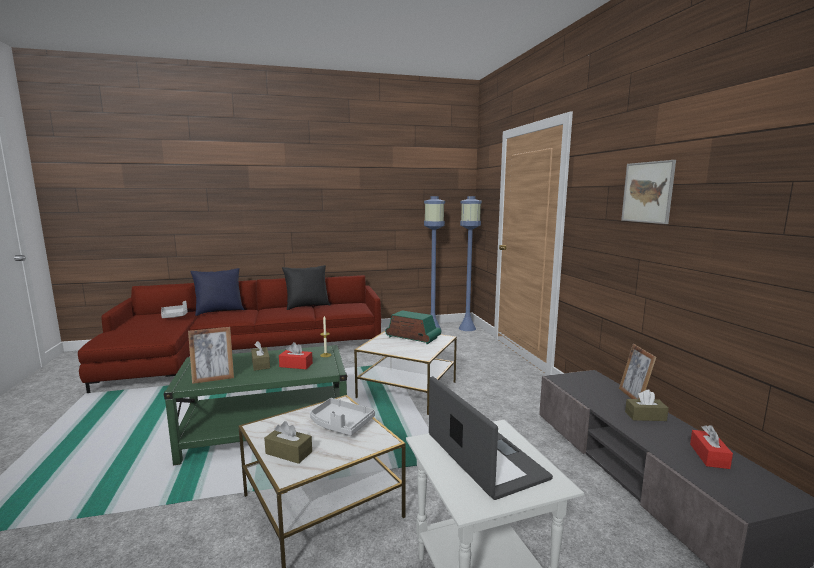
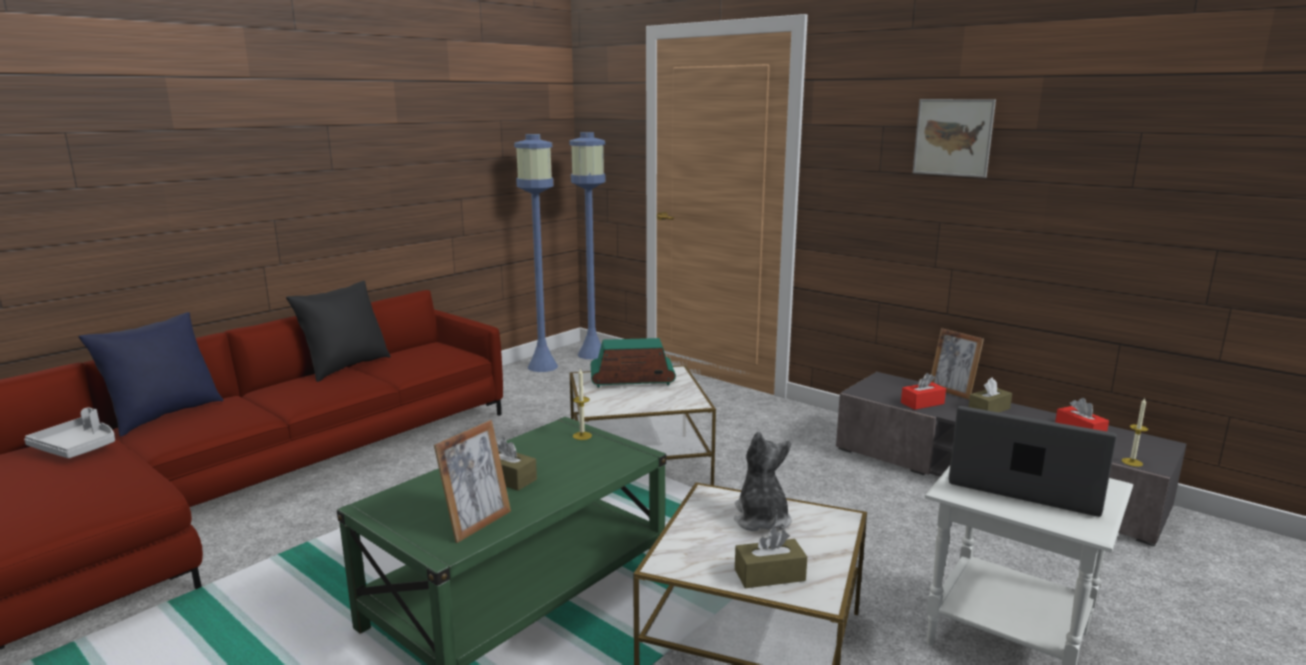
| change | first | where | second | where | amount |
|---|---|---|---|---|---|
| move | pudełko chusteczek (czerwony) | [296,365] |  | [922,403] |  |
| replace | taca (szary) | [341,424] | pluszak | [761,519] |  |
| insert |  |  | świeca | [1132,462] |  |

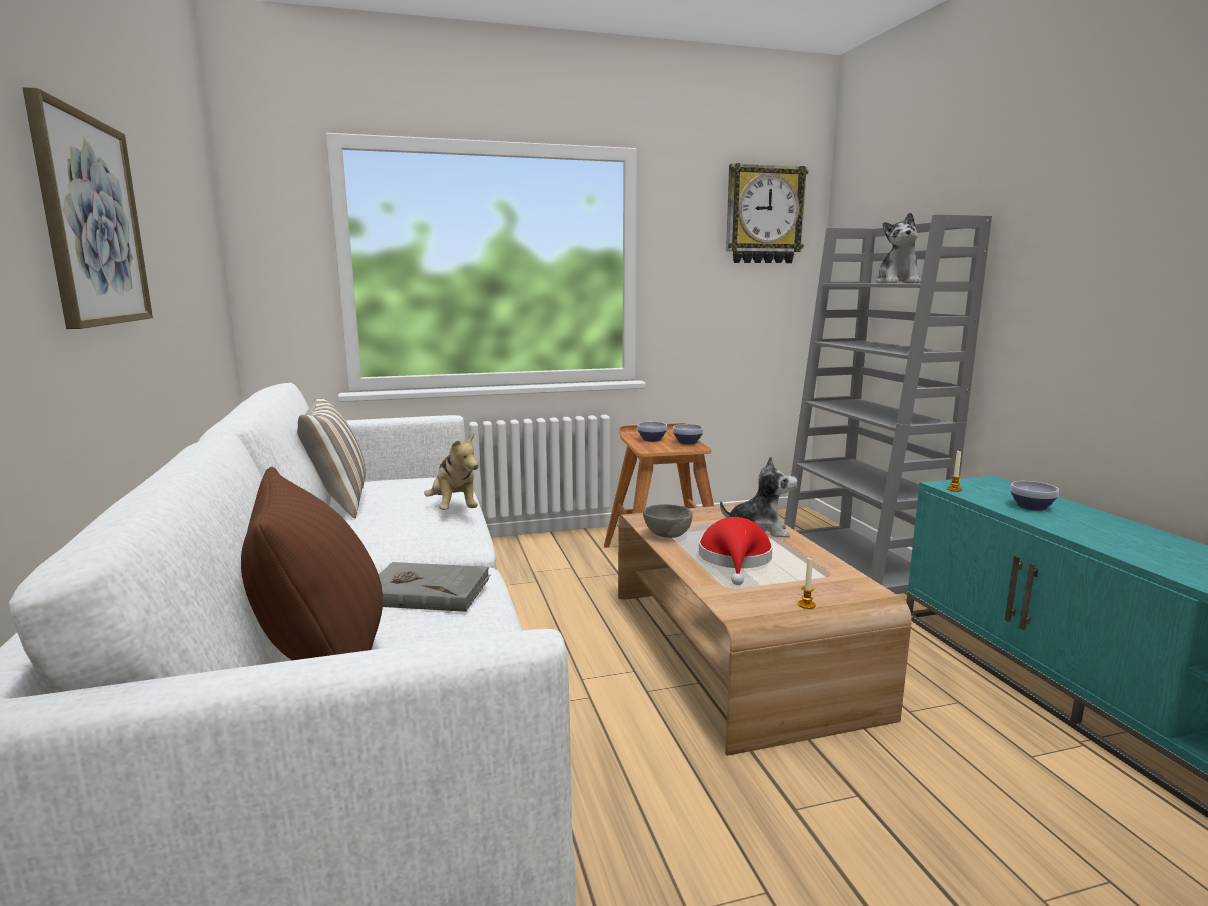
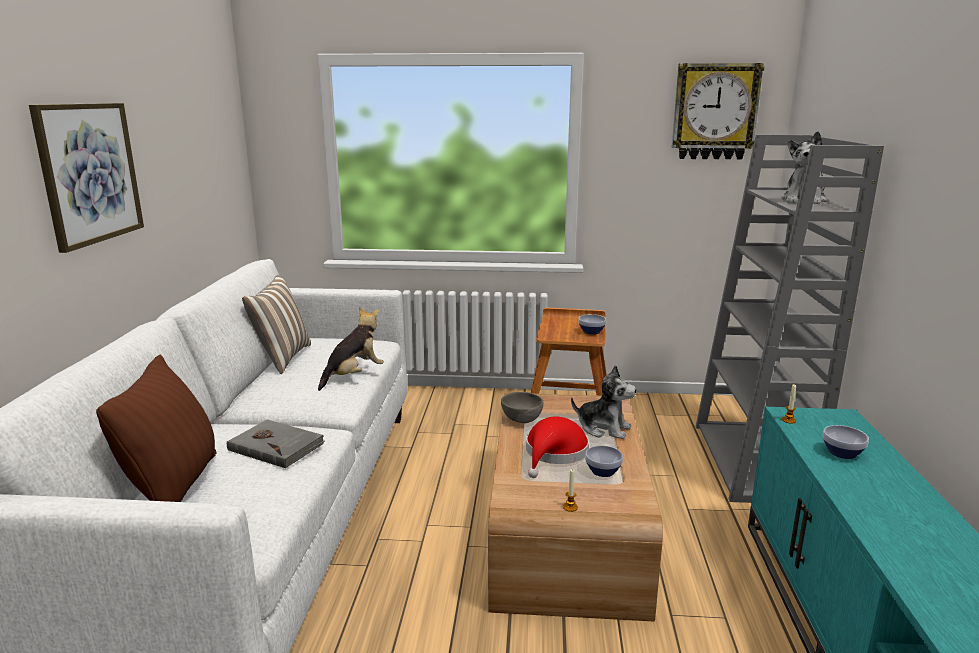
| change | first | where | second | where | amount |
|---|---|---|---|---|---|
| rotate | pluszak | [454,509] |  | [353,376] | 135 degrees counterclockwise |
| move | miska | [651,439] |  | [602,471] |  |

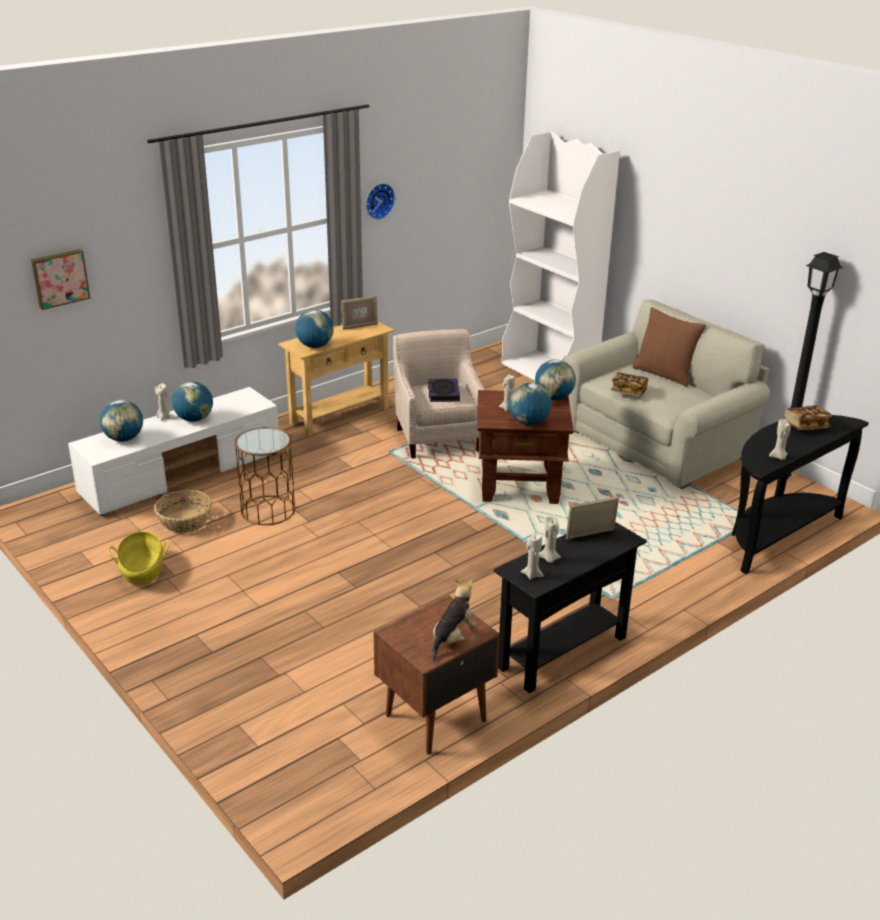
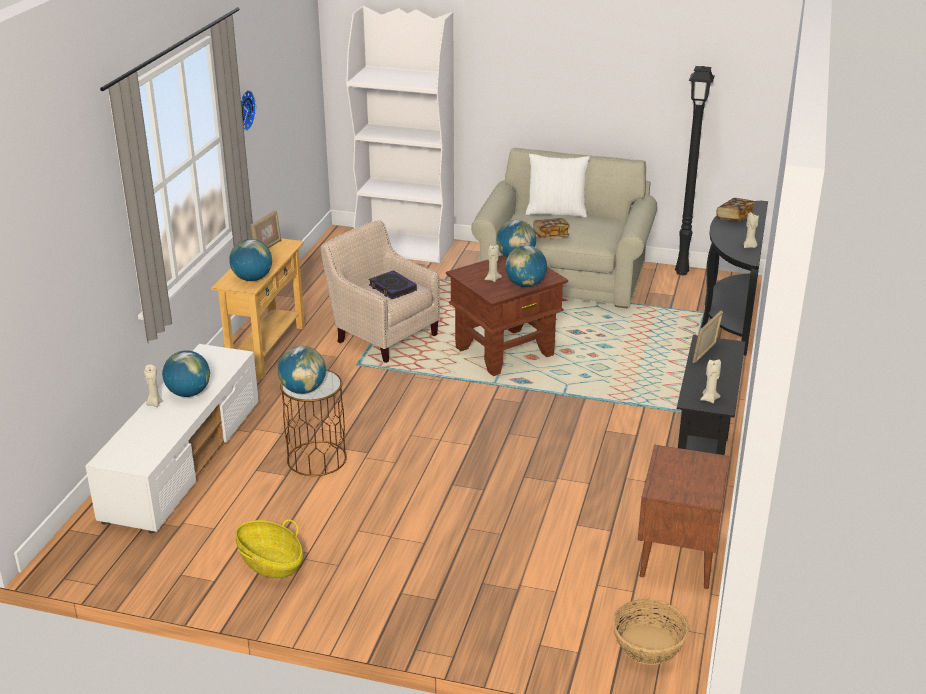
| change | first | where | second | where | amount |
|---|---|---|---|---|---|
| delete | obraz | [60,278] |  |  |  |
| move | globus | [124,438] |  | [303,390] |  |
| move | koszyk | [185,521] |  | [649,644] |  |
| delete | pluszak | [452,638] |  |  |  |
| delete | świeca (beżowy) | [549,559] |  |  |  |
| recolor | poduszka (brązowy) | [664,374] | poduszka (biały) | [556,212] |  |

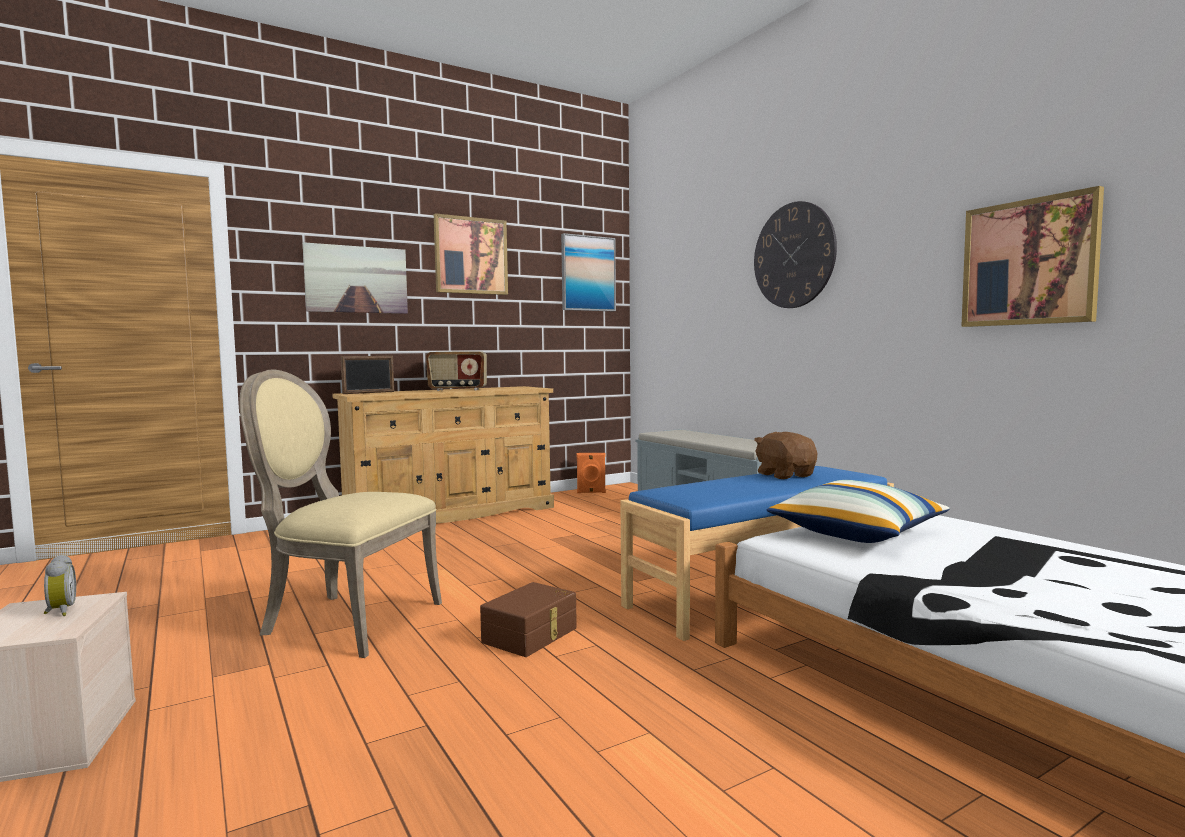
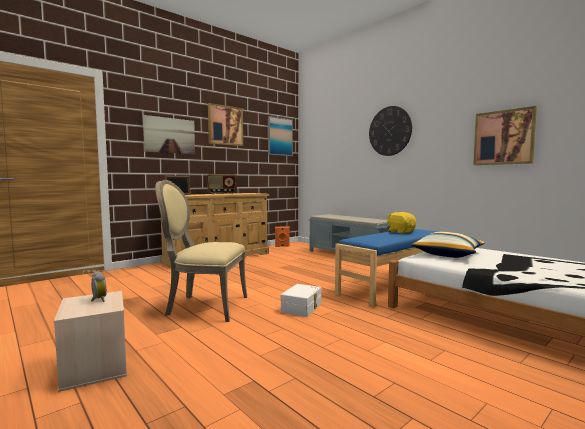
| change | first | where | second | where | amount |
|---|---|---|---|---|---|
| recolor | pojemnik do przechowywania (brązowy) | [531,635] | pojemnik do przechowywania (biały) | [302,308] |  |
| recolor | pluszak (brązowy) | [785,475] | pluszak (żółty) | [401,232] |  |

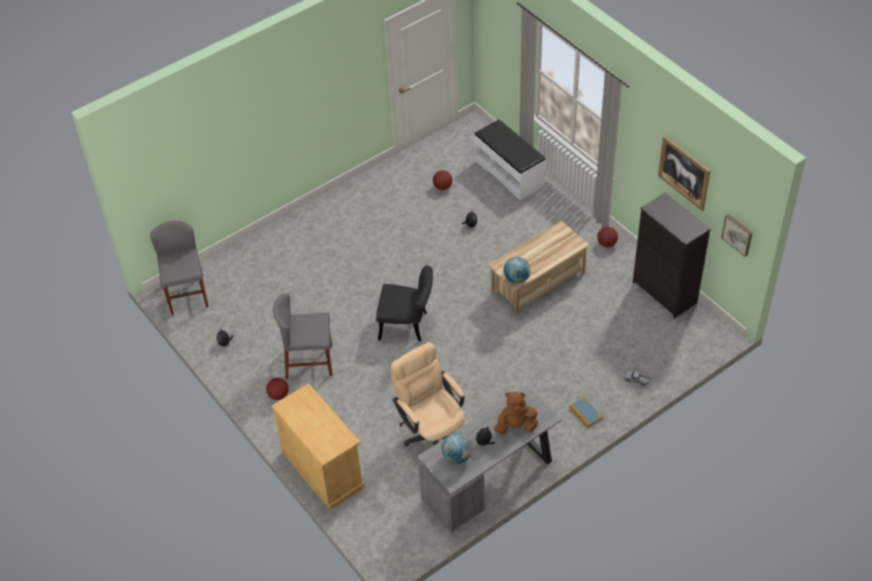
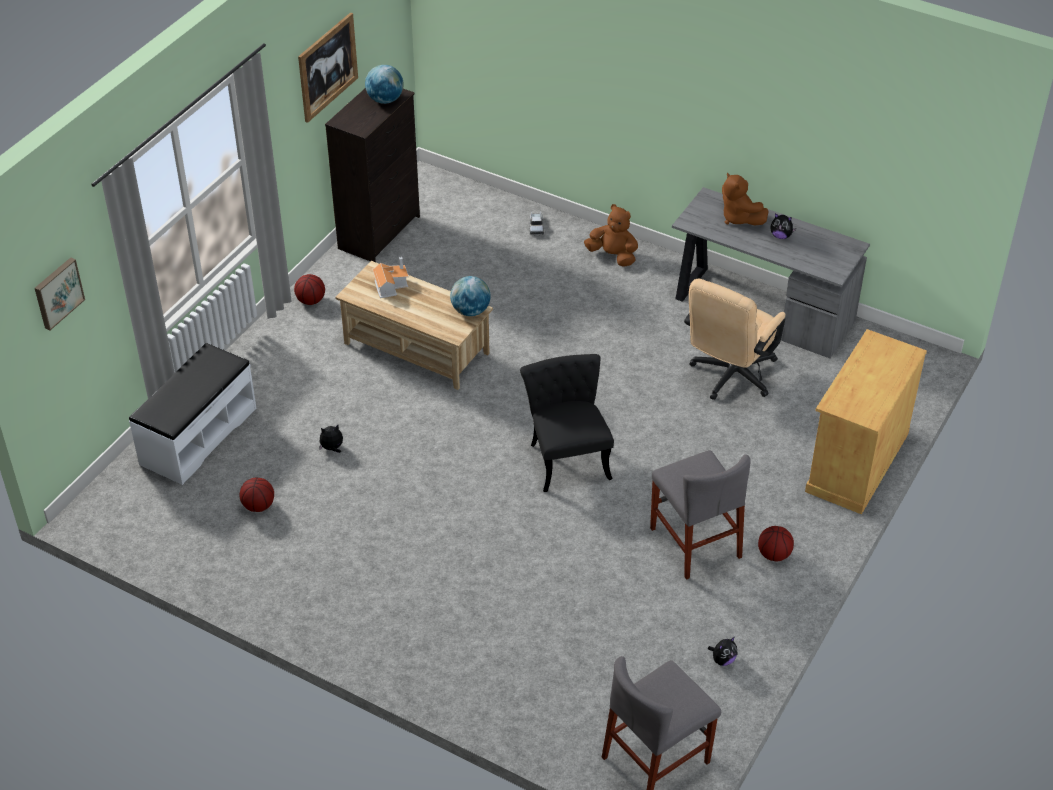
| change | first | where | second | where | amount |
|---|---|---|---|---|---|
| move | globus | [457,456] |  | [385,100] |  |
| replace | książka | [585,413] | pluszak (brązowy) | [613,256] |  |
| move | obraz | [738,234] |  | [57,292] |  |
| insert |  |  | domek | [390,285] |  |

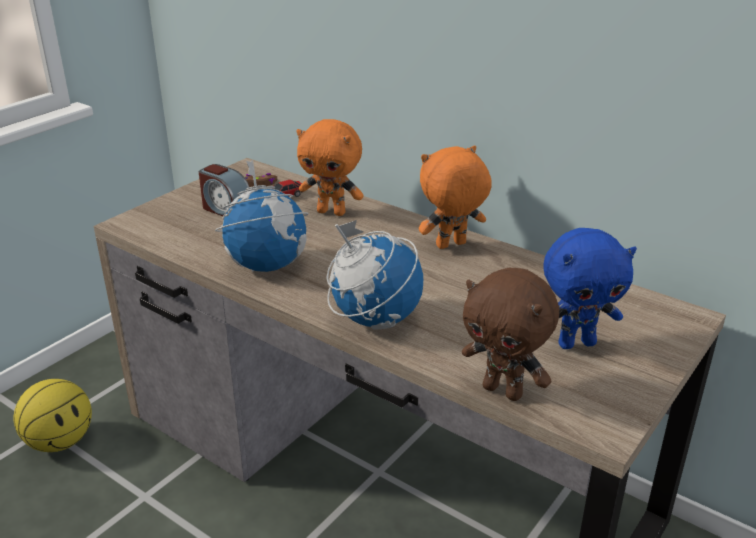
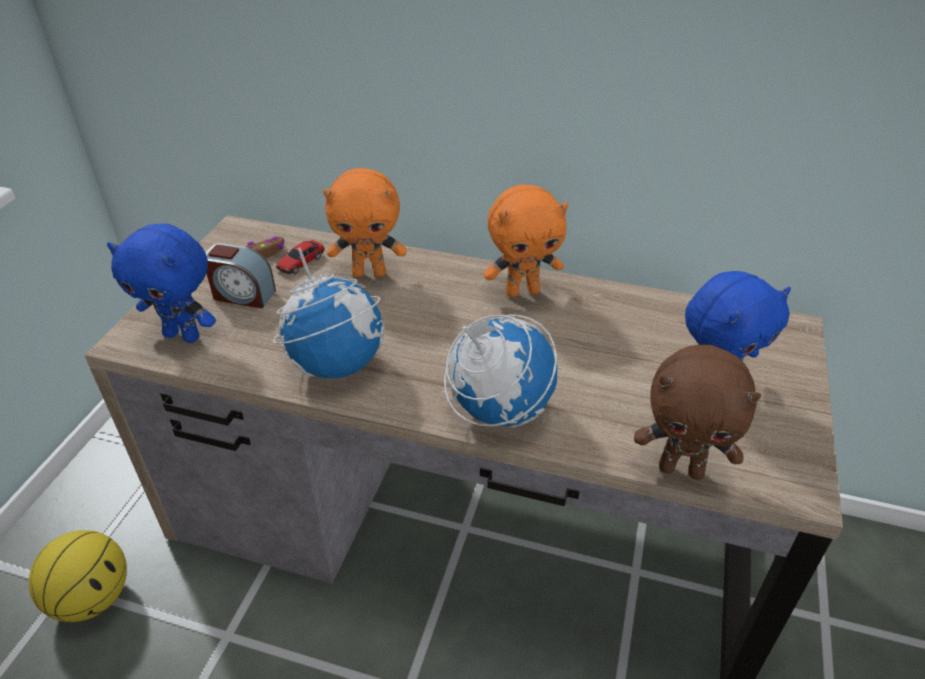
| change | first | where | second | where | amount |
|---|---|---|---|---|---|
| rotate | pluszak (pomarańczowy) | [451,246] |  | [522,291] | 150 degrees counterclockwise |
| insert |  |  | pluszak (niebieski) | [184,335] |  |

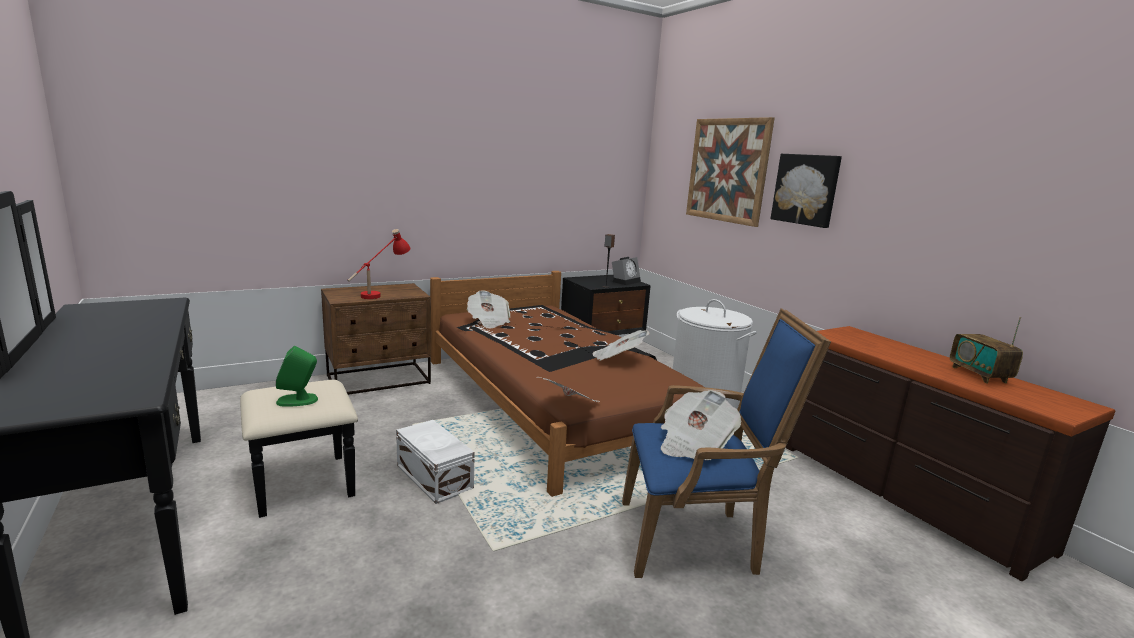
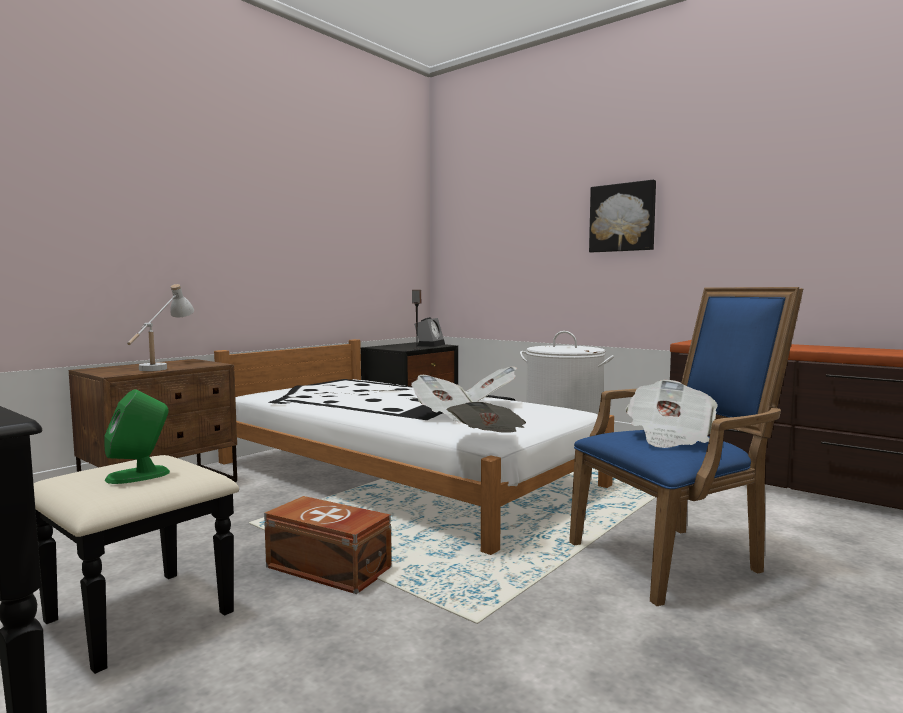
| change | first | where | second | where | amount |
|---|---|---|---|---|---|
| recolor | lampa stołowa (czerwony) | [380,294] | lampa stołowa (biały) | [162,367] |  |
| recolor | pojemnik do przechowywania (biały) | [433,478] | pojemnik do przechowywania (brązowy) | [328,569] |  |
| recolor | łóżko (brązowy) | [552,401] | łóżko (biały) | [402,474] |  |
| move | gazeta | [488,321] |  | [446,417] |  |
| delete | obraz | [727,170] |  |  |  |
| delete | radio | [979,375] |  |  |  |

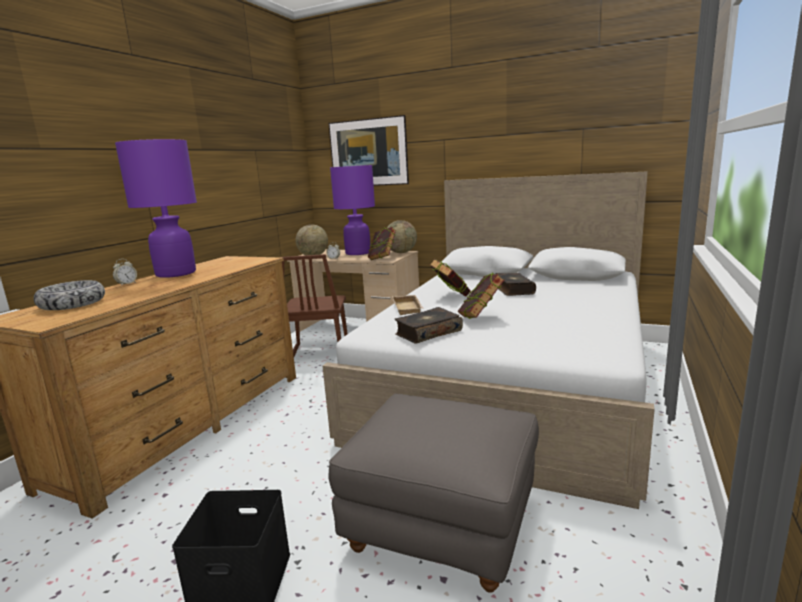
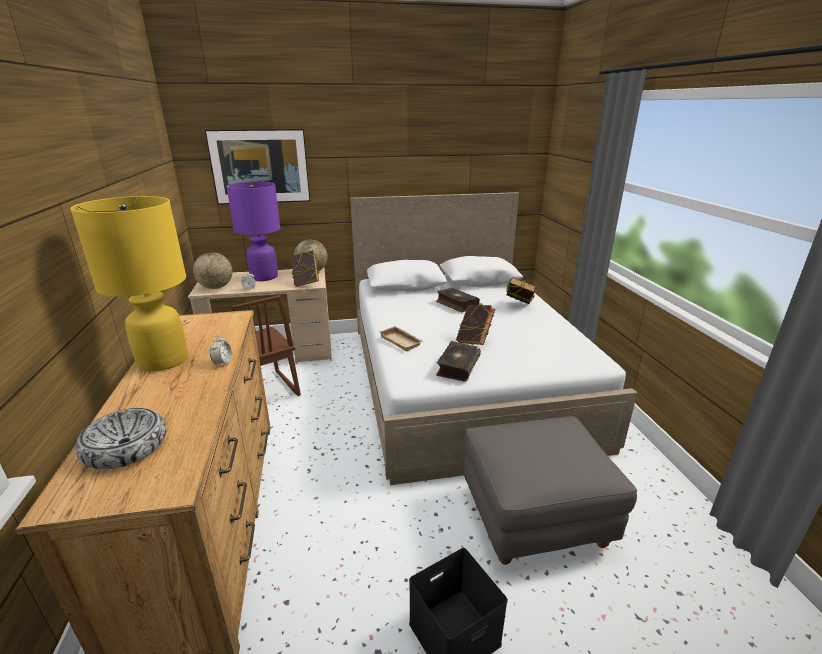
| change | first | where | second | where | amount |
|---|---|---|---|---|---|
| move | budzik | [127,284] |  | [223,362] |  |
| recolor | lampa stołowa (fioletowy) | [175,273] | lampa stołowa (żółty) | [162,360] |  |
| move | książka | [450,297] |  | [519,306] |  |

